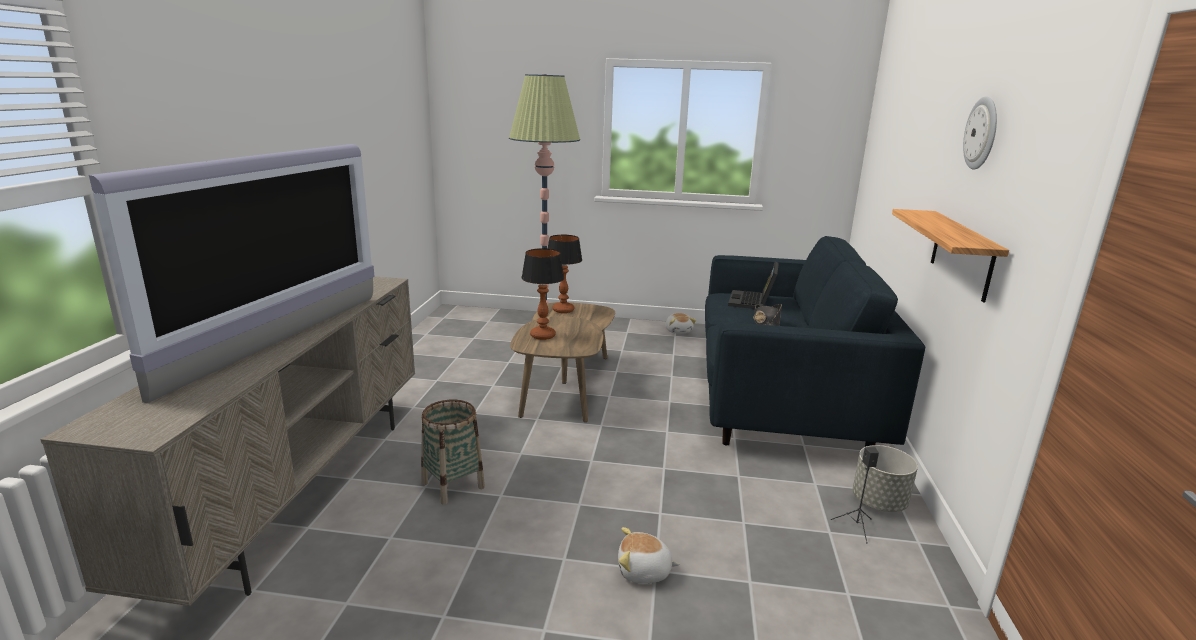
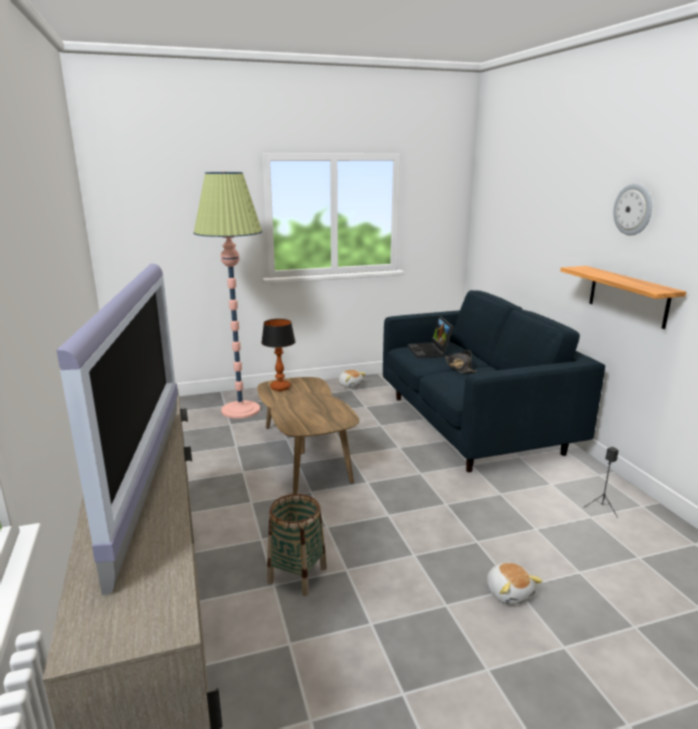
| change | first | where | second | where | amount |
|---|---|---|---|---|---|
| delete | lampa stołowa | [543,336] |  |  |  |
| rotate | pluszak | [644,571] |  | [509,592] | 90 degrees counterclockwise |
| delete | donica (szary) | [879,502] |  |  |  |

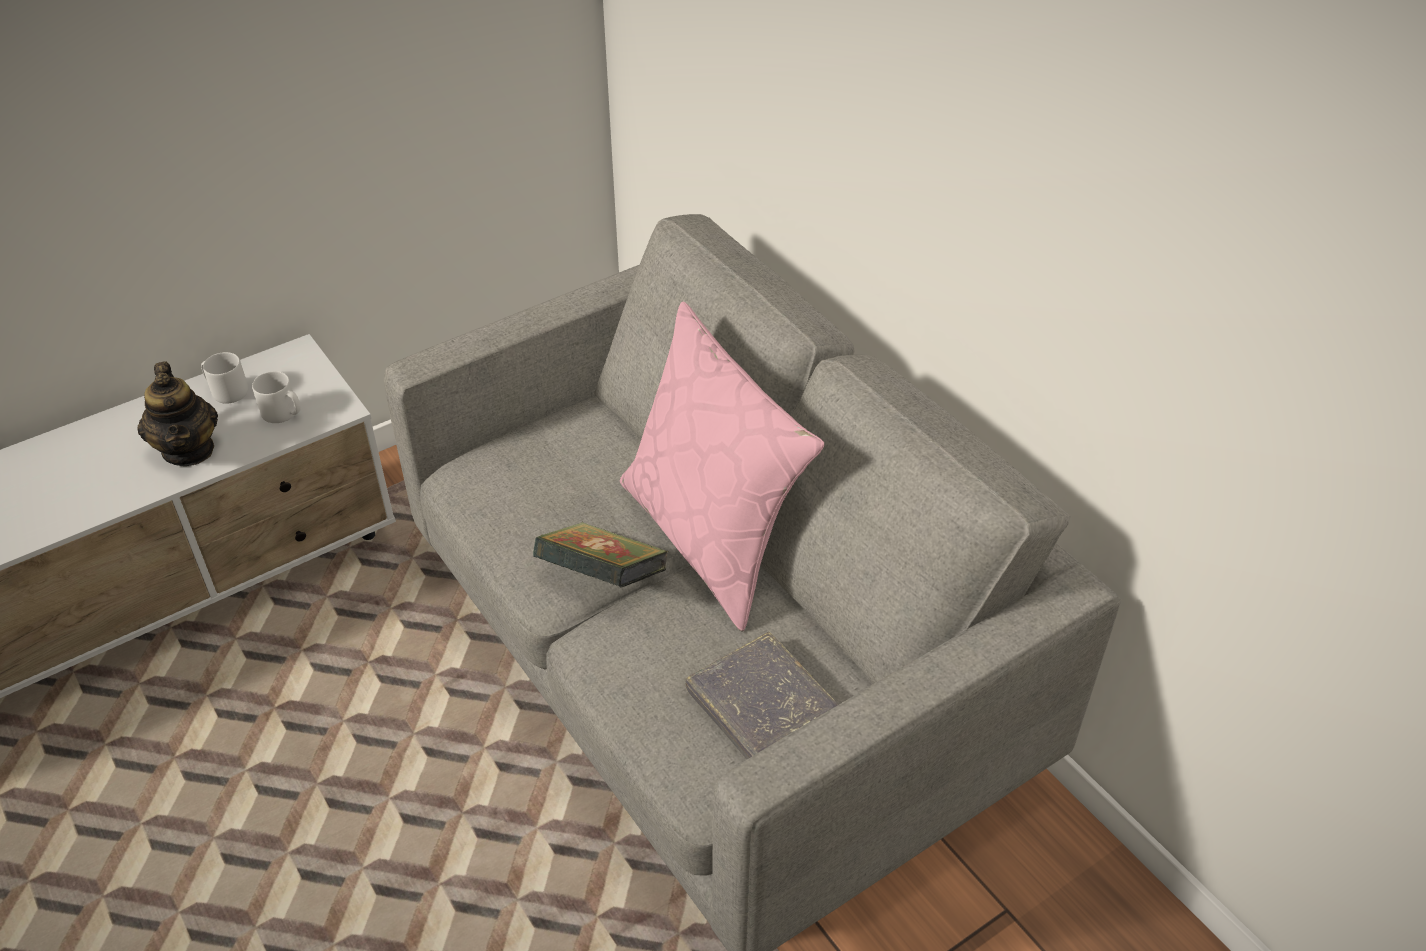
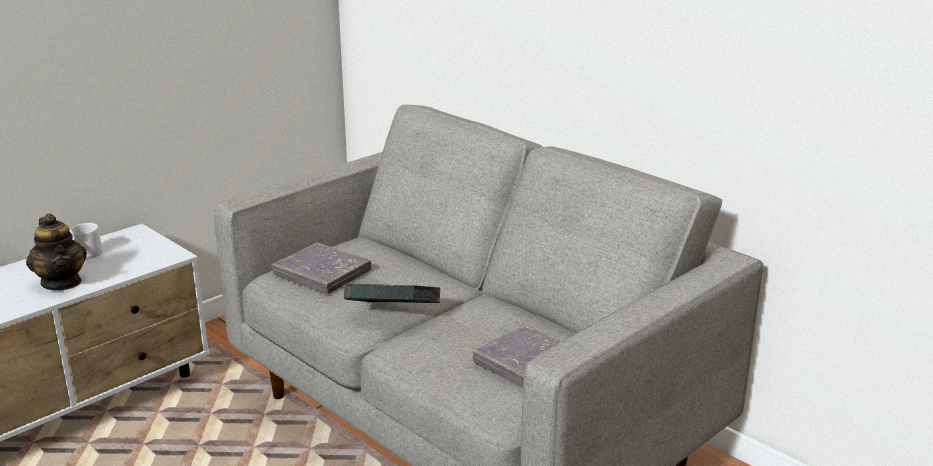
| change | first | where | second | where | amount |
|---|---|---|---|---|---|
| delete | kubek (szary) | [283,413] |  |  |  |
| delete | poduszka (różowy) | [712,538] |  |  |  |
| insert |  |  | książka (szary) | [322,274] |  |

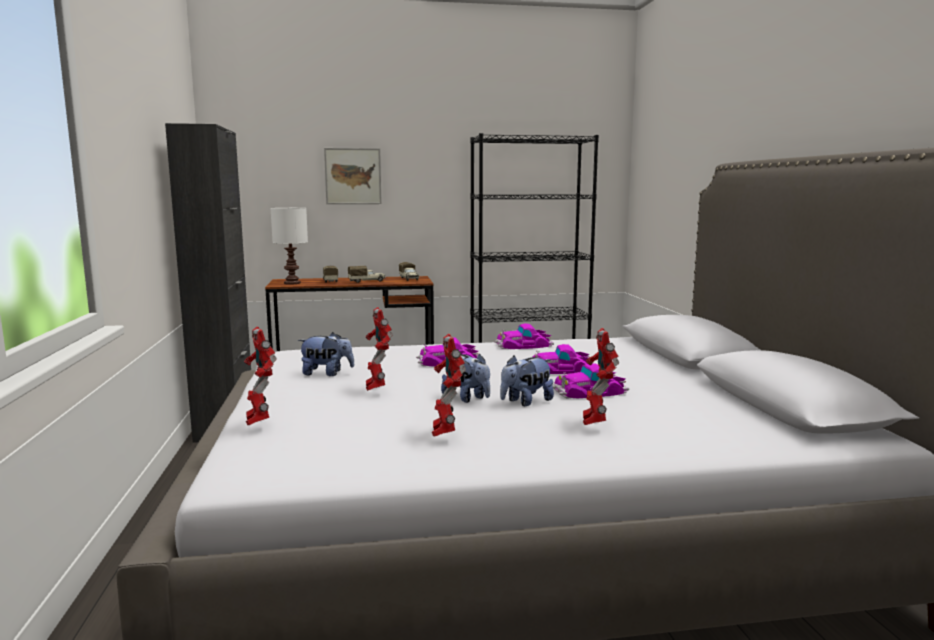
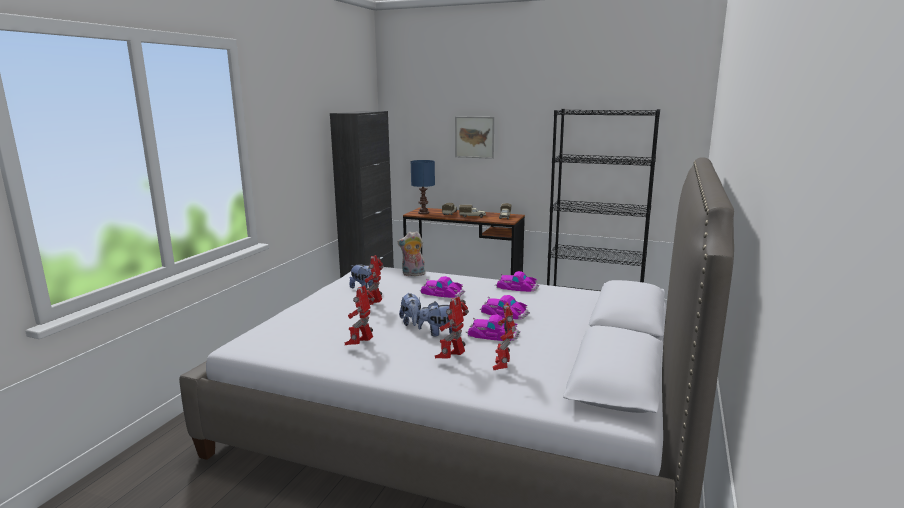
| change | first | where | second | where | amount |
|---|---|---|---|---|---|
| move | robot zabawkowy | [259,423] |  | [502,367] |  |
| recolor | lampa stołowa (biały) | [293,283] | lampa stołowa (niebieski) | [424,213] |  |
| insert |  |  | pluszak | [413,274] |  |

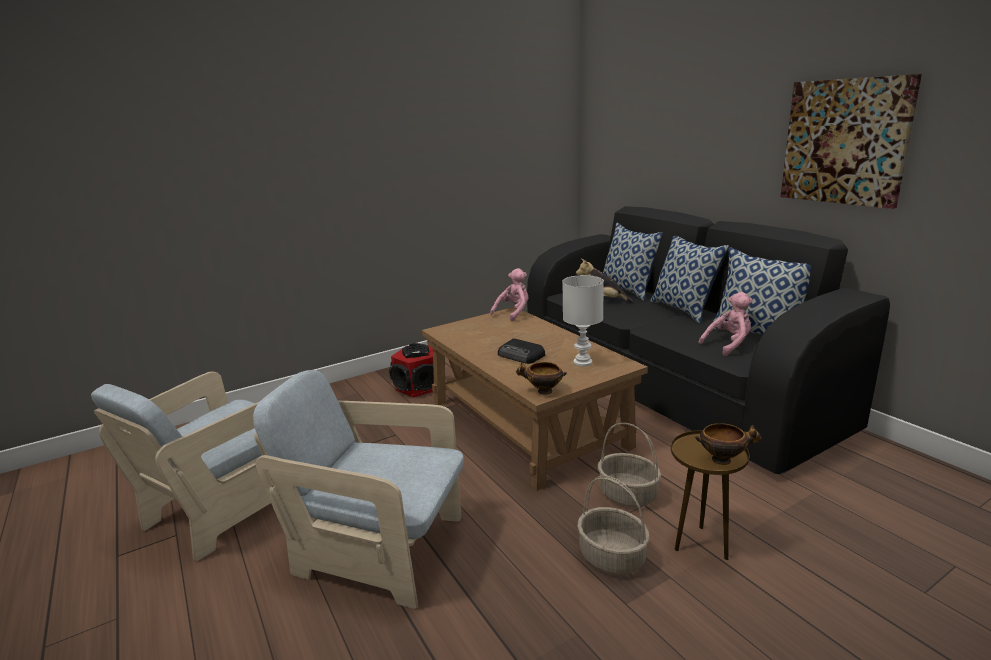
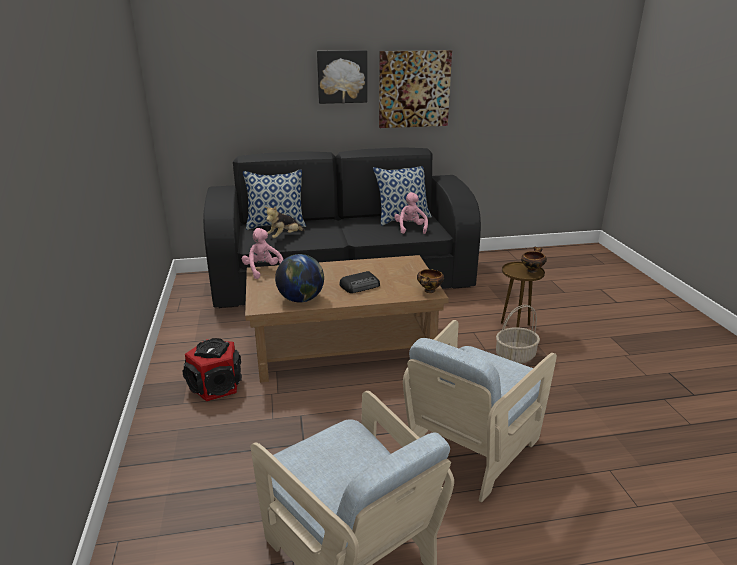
| change | first | where | second | where | amount |
|---|---|---|---|---|---|
| delete | lampa stołowa (biały) | [582,362] |  |  |  |
| delete | koszyk | [627,494] |  |  |  |
| delete | poduszka | [684,310] |  |  |  |
| insert |  |  | globus | [301,299] |  |
| insert |  |  | obraz | [342,76] |  |

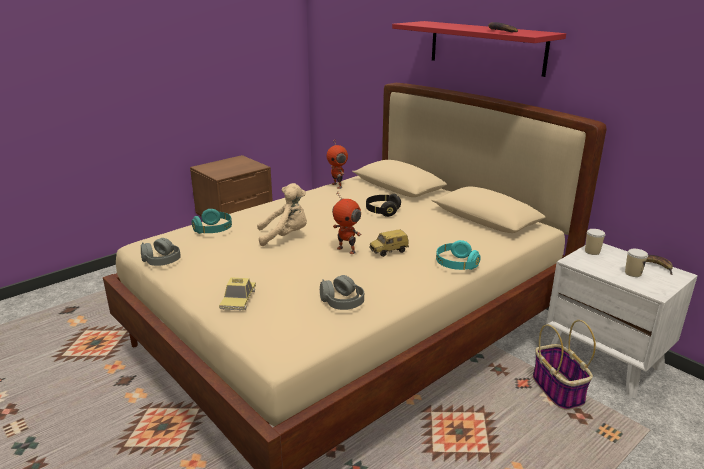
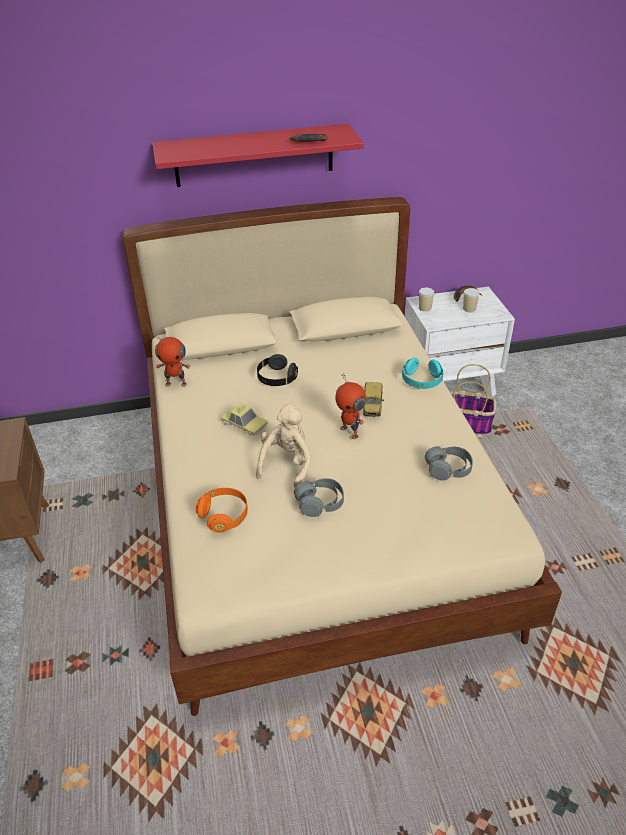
| change | first | where | second | where | amount |
|---|---|---|---|---|---|
| move | słuchawki (szary) | [161,260] |  | [320,503] |  |
| recolor | słuchawki (turkusowy) | [213,230] | słuchawki (pomarańczowy) | [224,516] |  |
| move | samochodzik | [238,299] |  | [244,424] |  |
| rotate | robot zabawkowy | [347,250] |  | [350,431] | 75 degrees clockwise |

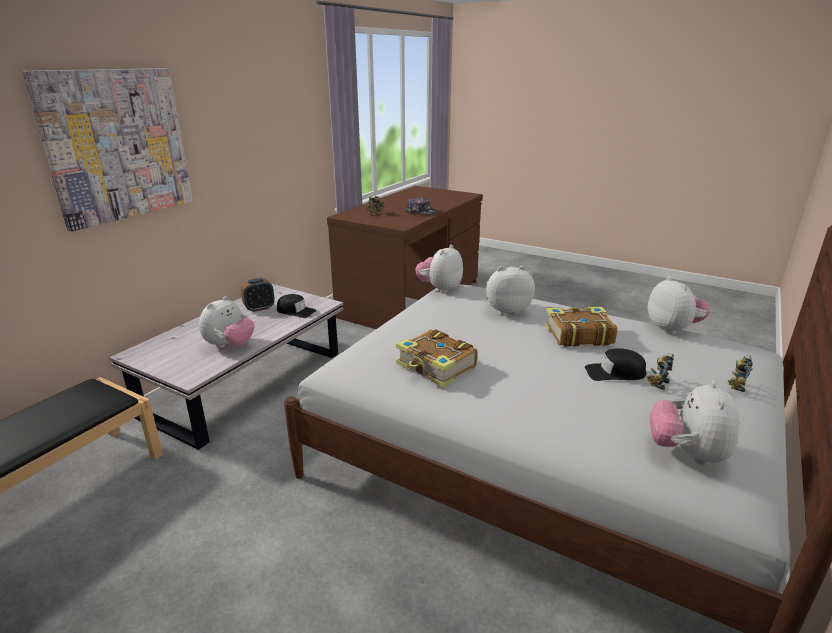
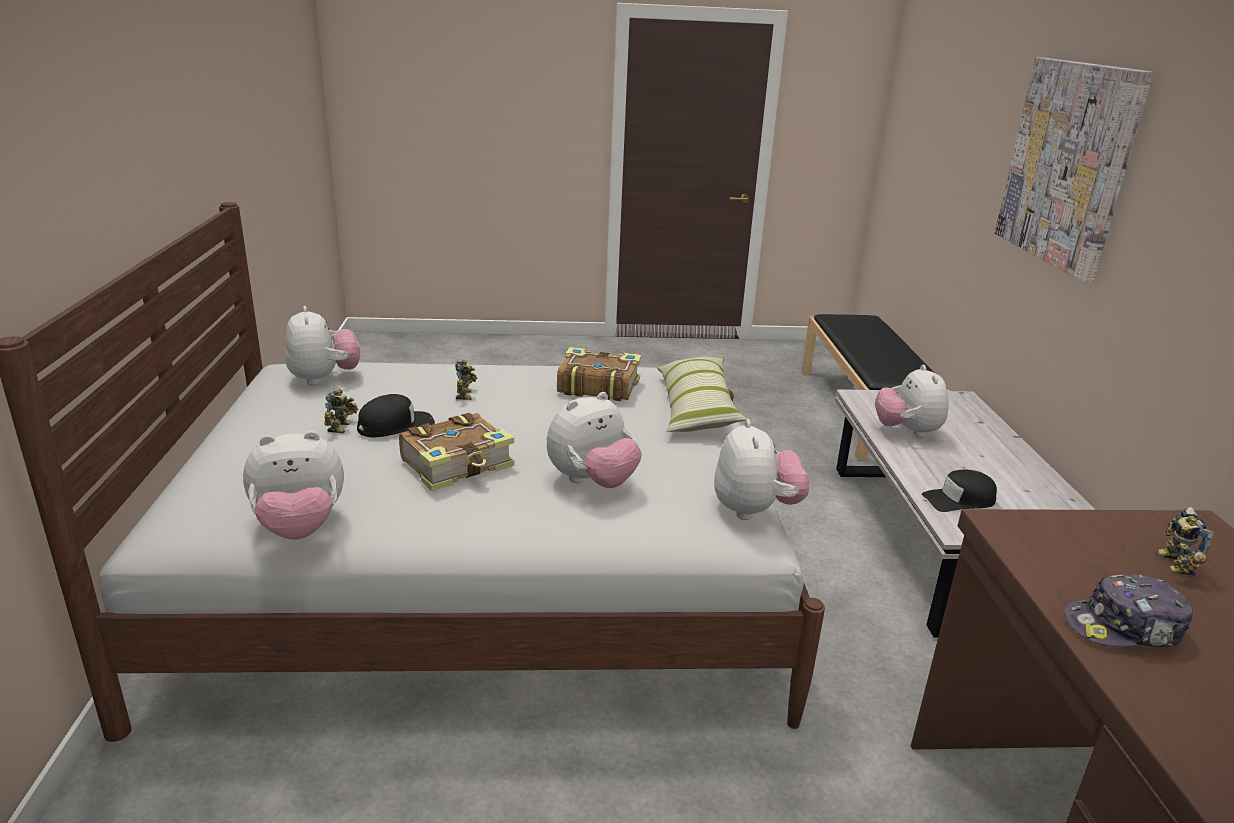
| change | first | where | second | where | amount |
|---|---|---|---|---|---|
| delete | budzik | [259,308] |  |  |  |
| rotate | pluszak | [672,329] |  | [300,528] | 60 degrees counterclockwise |
| move | robot zabawkowy | [735,385] |  | [466,395] |  |
| insert |  |  | poduszka | [696,408] |  |

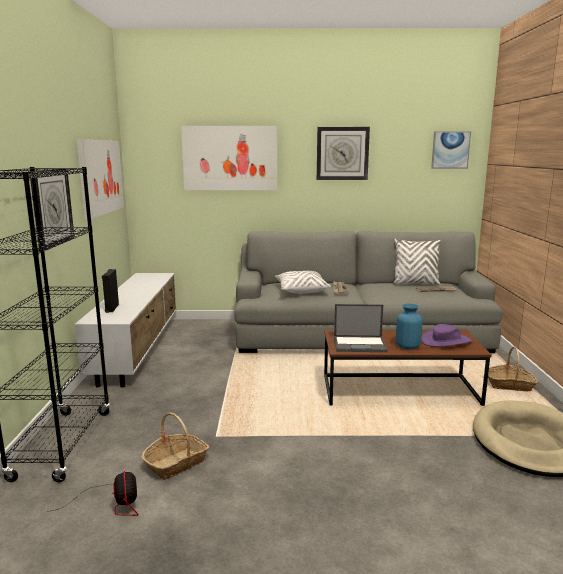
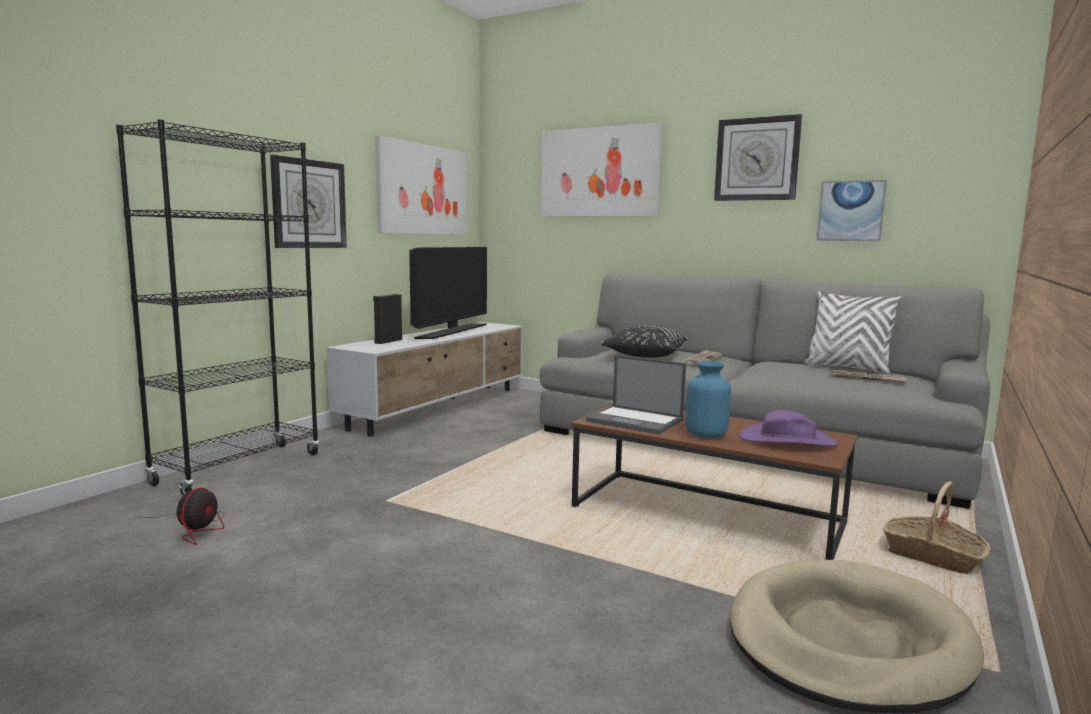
| change | first | where | second | where | amount |
|---|---|---|---|---|---|
| delete | koszyk | [176,463] |  |  |  |
| recolor | poduszka (biały) | [301,290] | poduszka (czarny) | [645,355] |  |
| move | obraz | [450,150] |  | [851,211] |  |
| insert |  |  | telewizor | [452,331] |  |

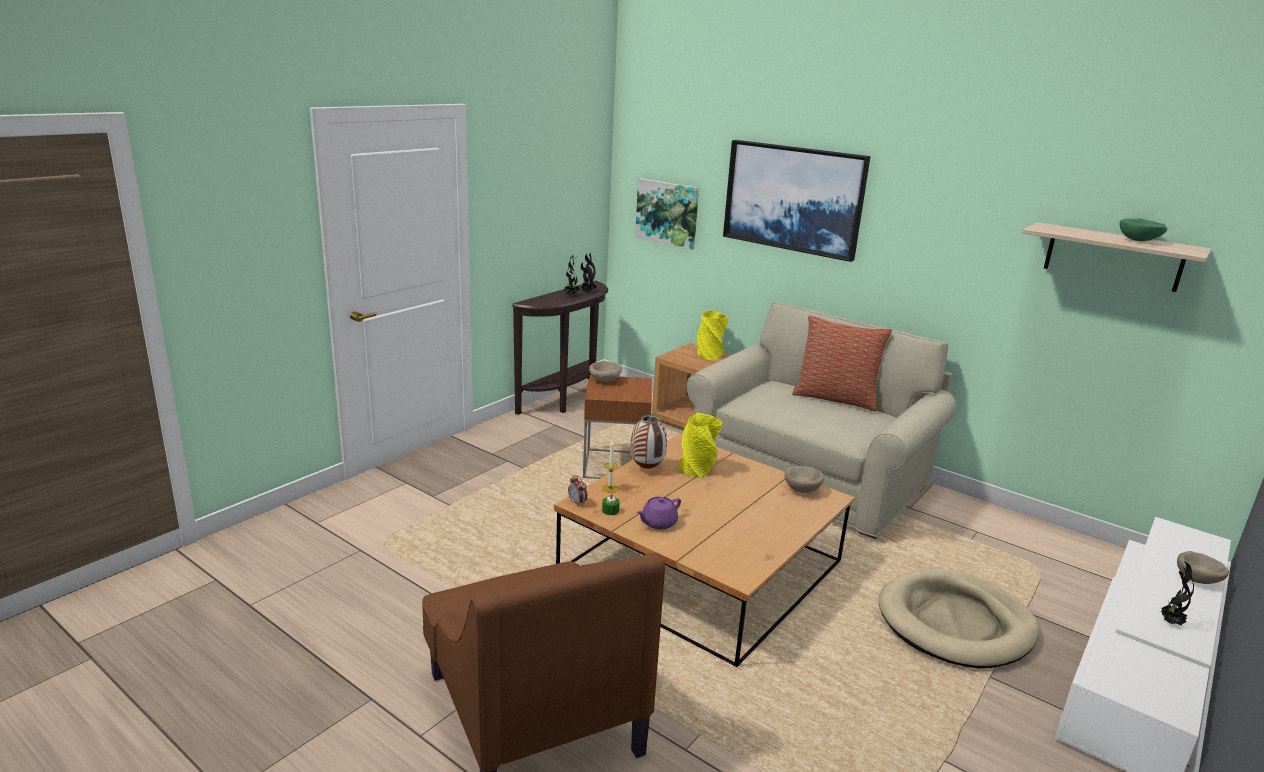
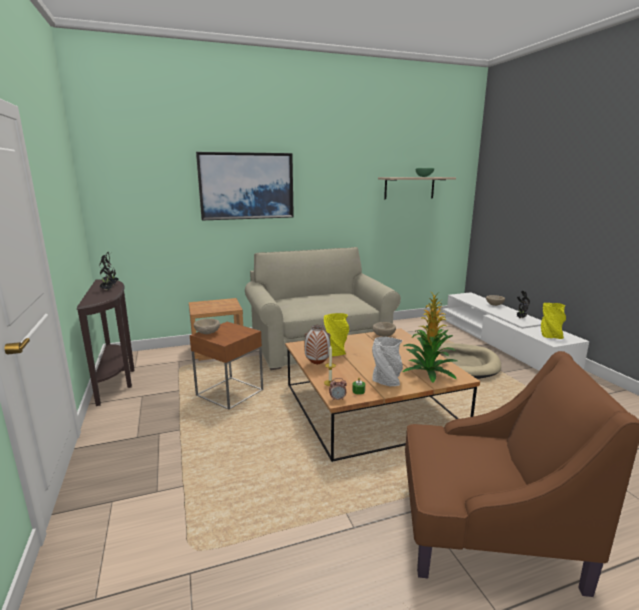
| change | first | where | second | where | amount |
|---|---|---|---|---|---|
| delete | obraz | [667,213] |  |  |  |
| replace | imbryk (fioletowy) | [658,523] | wazon (szary) | [387,381] |  |
| move | wazon (żółty) | [709,355] |  | [550,335] |  |
| delete | poduszka | [835,398] |  |  |  |
| insert |  |  | roślina doniczkowa | [428,372] |  |

